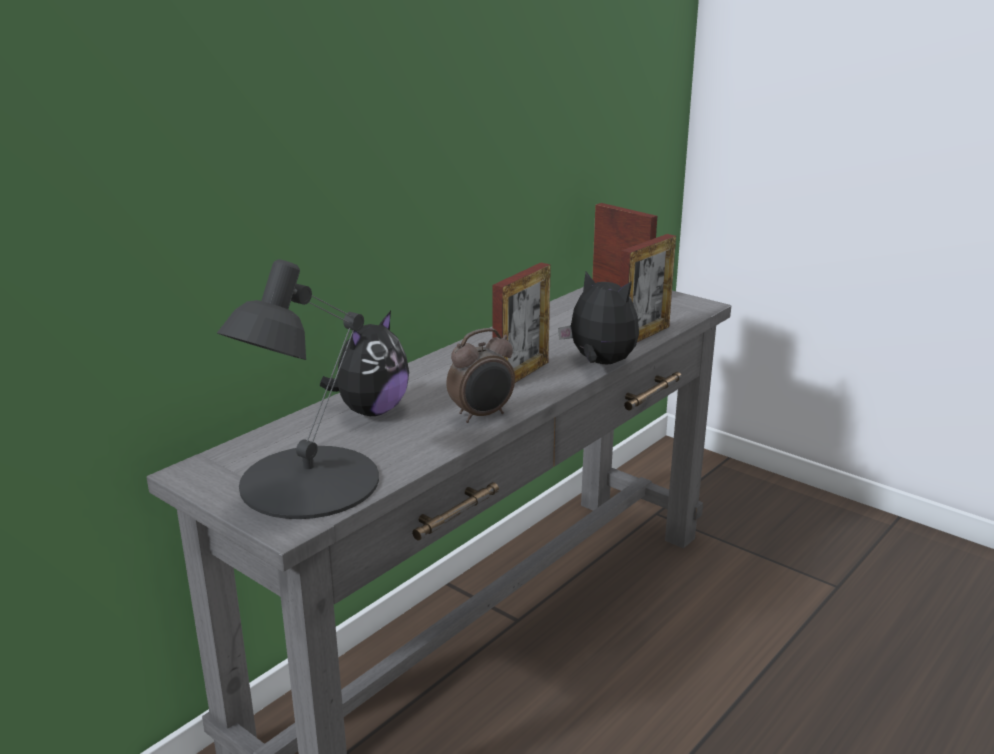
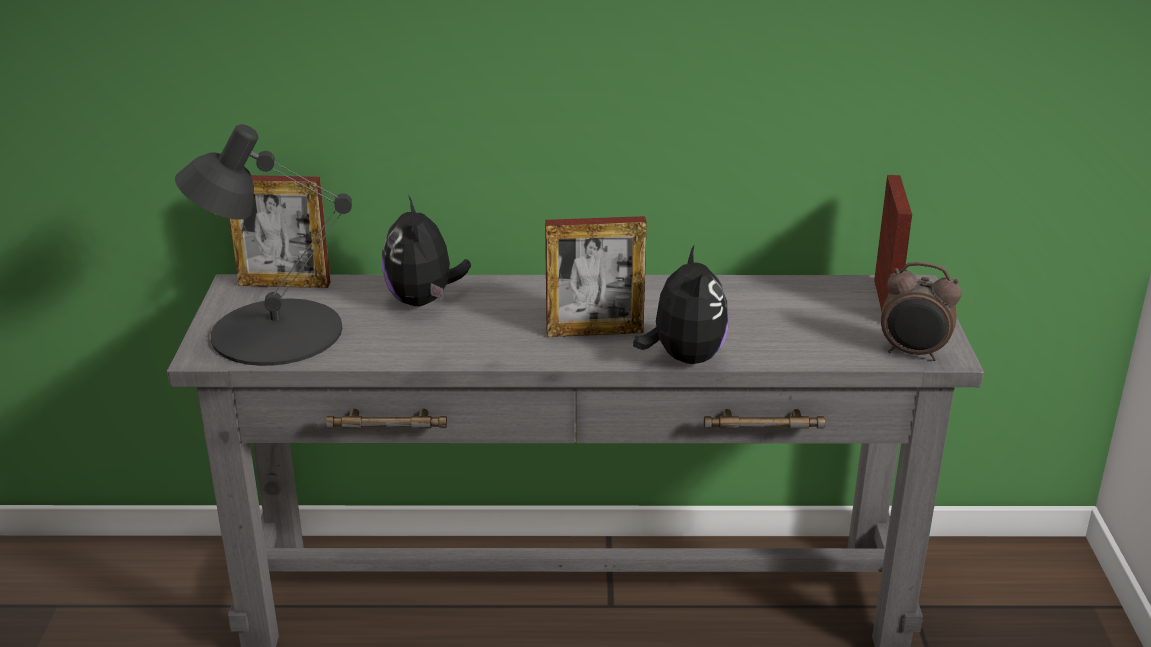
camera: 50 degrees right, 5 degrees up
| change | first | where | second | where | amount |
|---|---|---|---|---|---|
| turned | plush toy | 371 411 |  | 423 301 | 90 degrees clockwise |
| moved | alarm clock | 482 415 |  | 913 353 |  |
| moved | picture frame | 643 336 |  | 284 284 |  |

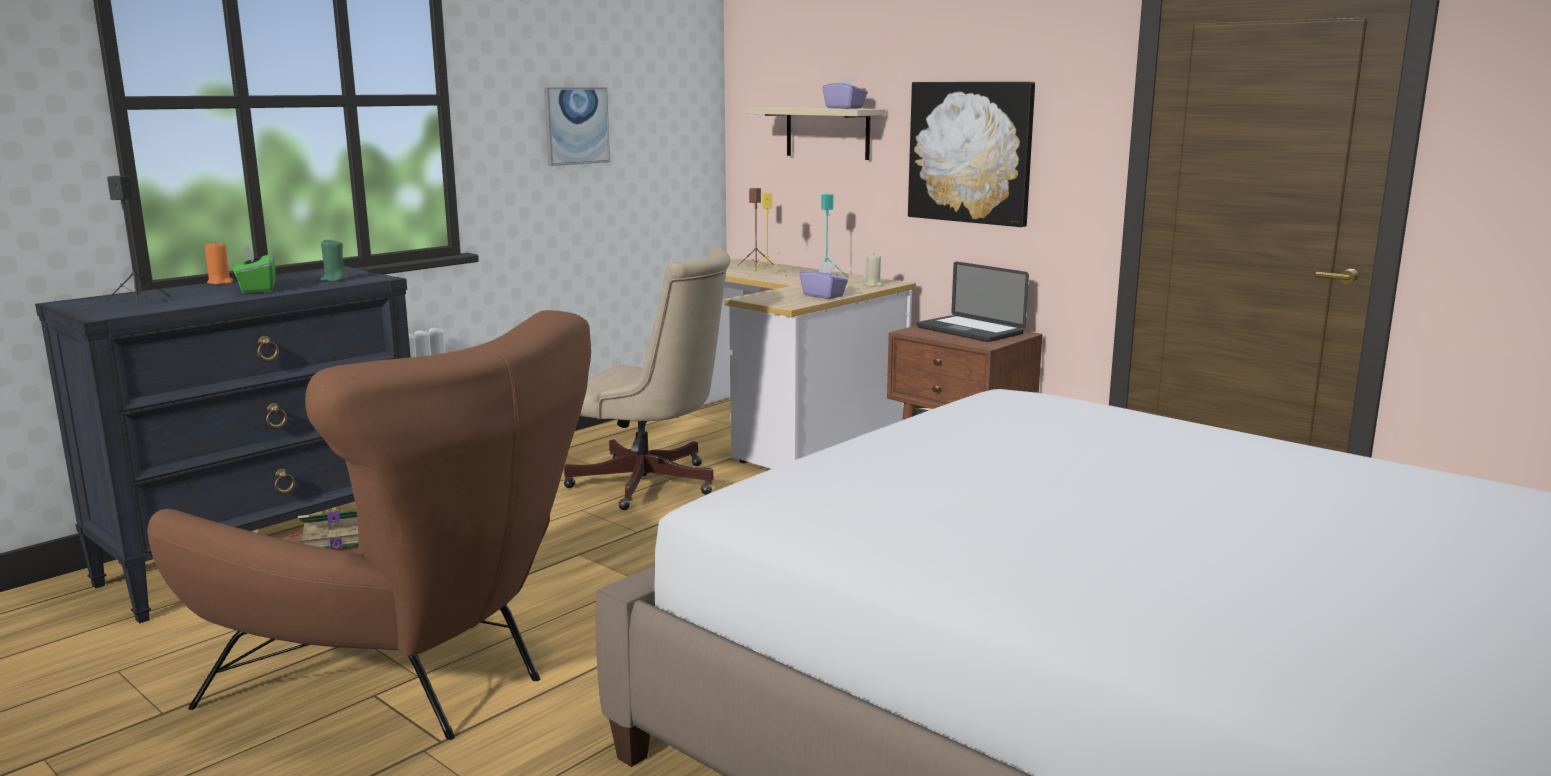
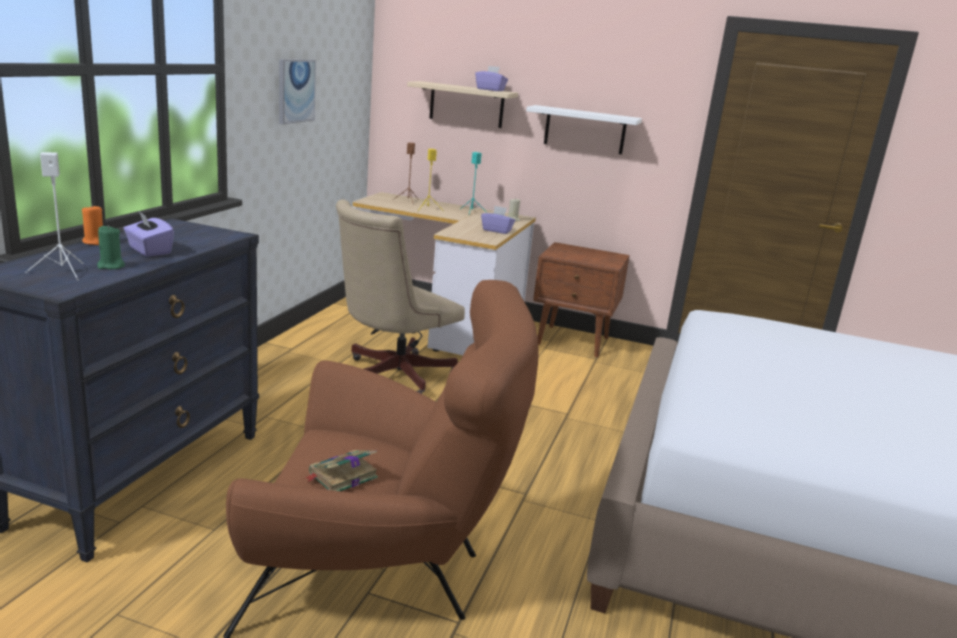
camera: 25 degrees left, 5 degrees up
| change | first | where | second | where | amount |
|---|---|---|---|---|---|
| recoloured | black speaker | 139 302 | white speaker | 62 271 |  |
| recoloured | green tissue box | 257 289 | purple tissue box | 149 251 |  |
| moved | green candle | 334 279 |  | 111 266 |  |
| turned | beige office chair | 652 485 |  | 391 376 | 135 degrees clockwise |
| replaced | picture | 970 152 | white shelf | 585 130 |  |
| removed | laptop | 969 330 |  |  |  |

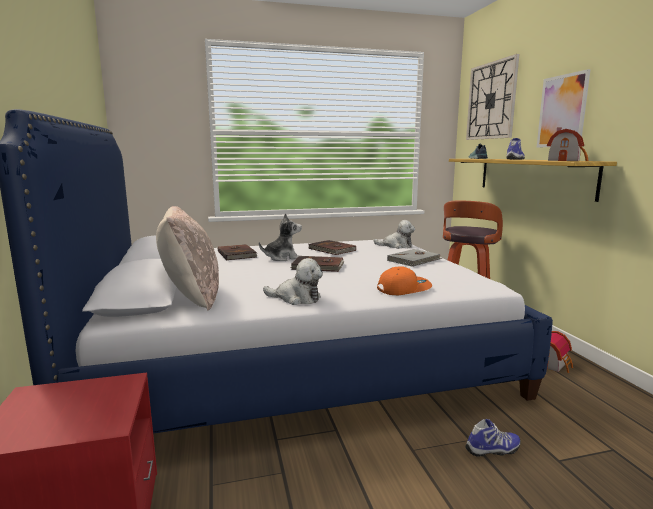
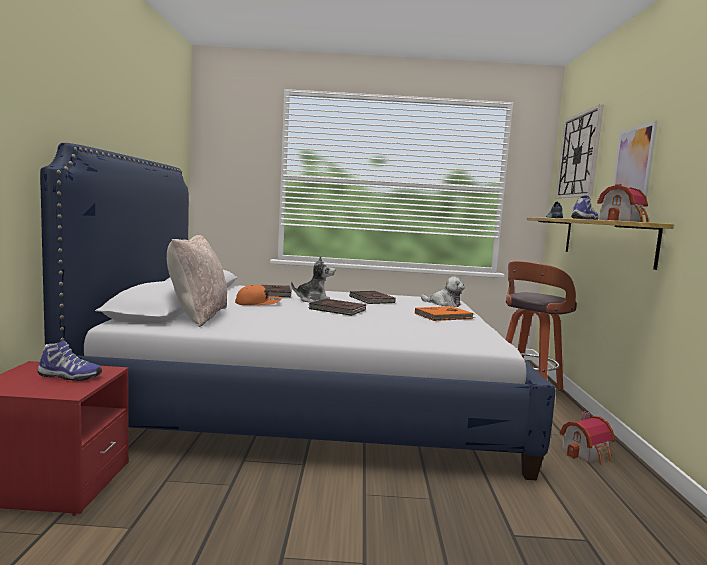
camera: 15 degrees right, 5 degrees down
| change | first | where | second | where | amount |
|---|---|---|---|---|---|
| removed | plush toy | 296 298 |  |  |  |
| moved | orange cap | 403 288 |  | 258 303 |  |
| recoloured | grey book | 414 260 | orange book | 444 316 |  |
| moved | shoe | 493 450 |  | 68 377 |  |

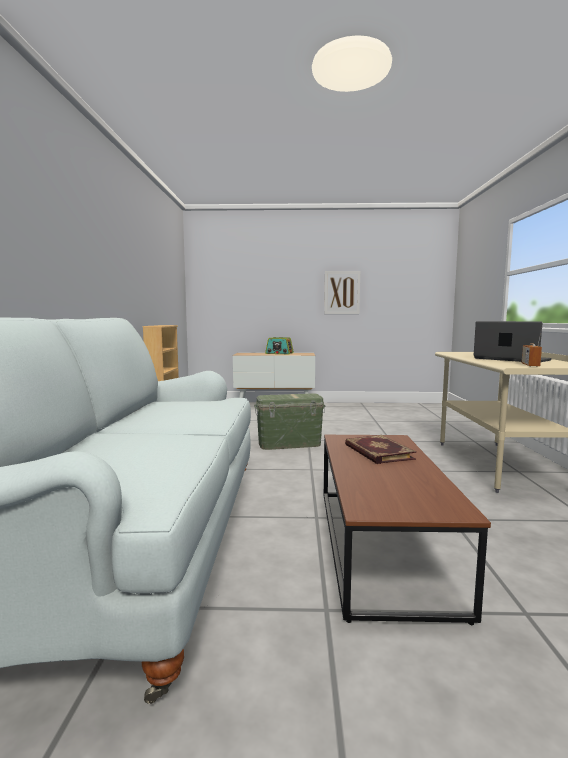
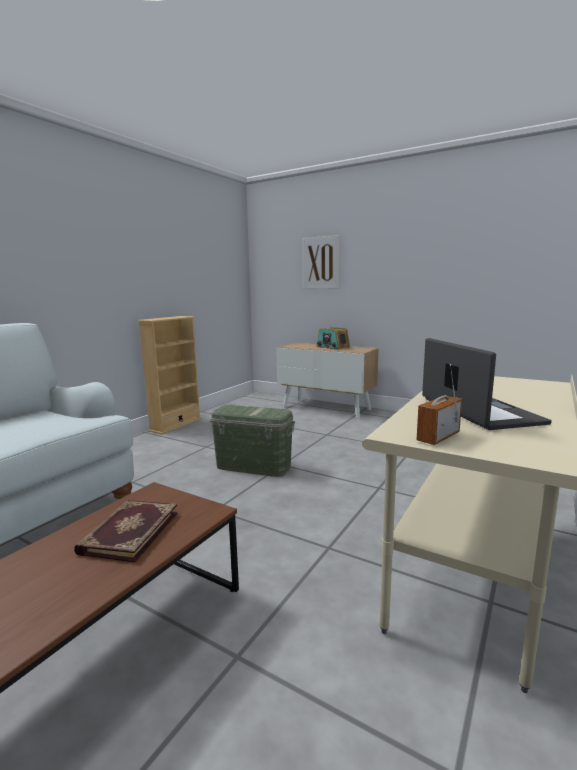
camera: 30 degrees right, 5 degrees up
| change | first | where | second | where | amount |
|---|---|---|---|---|---|
| moved | picture | 342 292 |  | 321 263 |  |

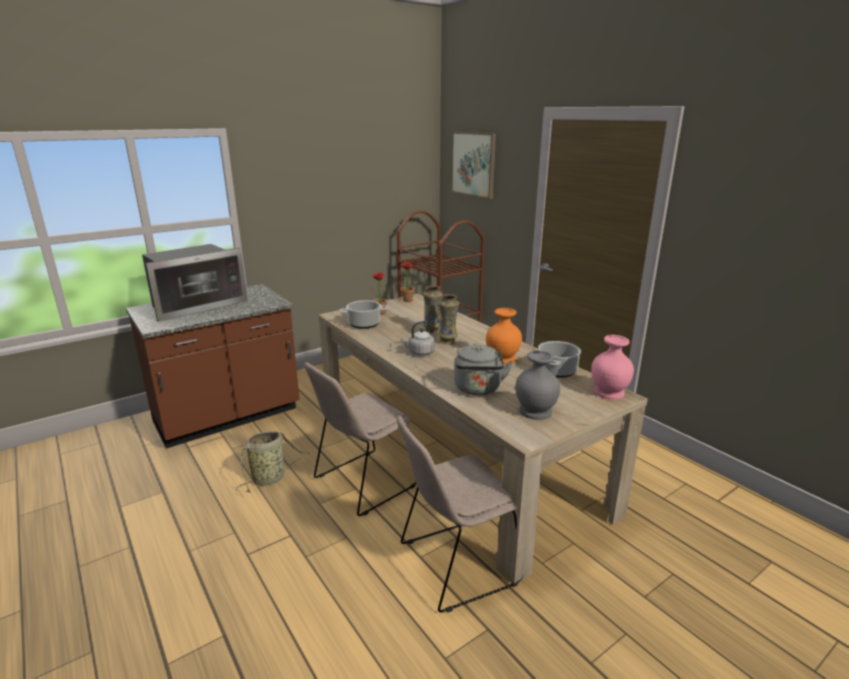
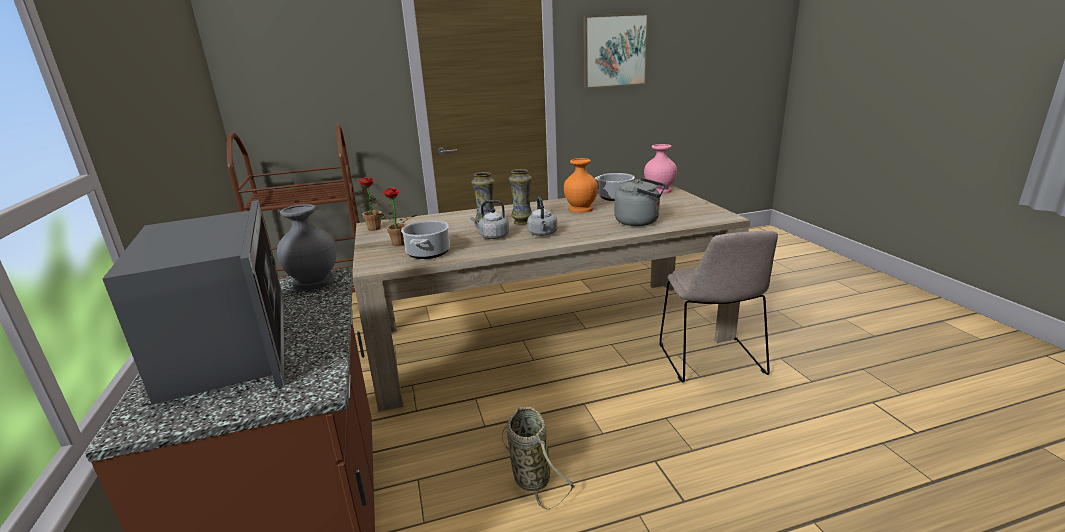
camera: 70 degrees left, 0 degrees up
| change | first | where | second | where | amount |
|---|---|---|---|---|---|
| removed | beige chair | 362 483 |  |  |  |
| moved | picture | 474 164 |  | 614 51 |  |
| moved | grey vase | 534 411 |  | 313 282 |  |
| added |  |  | grey kettle | 492 236 |  |

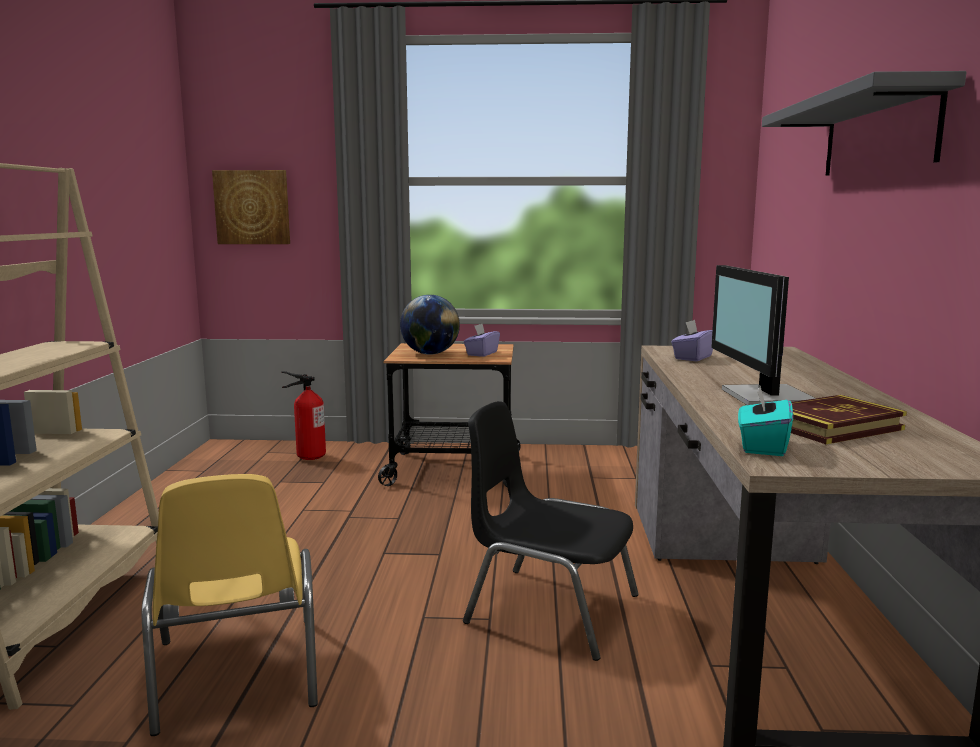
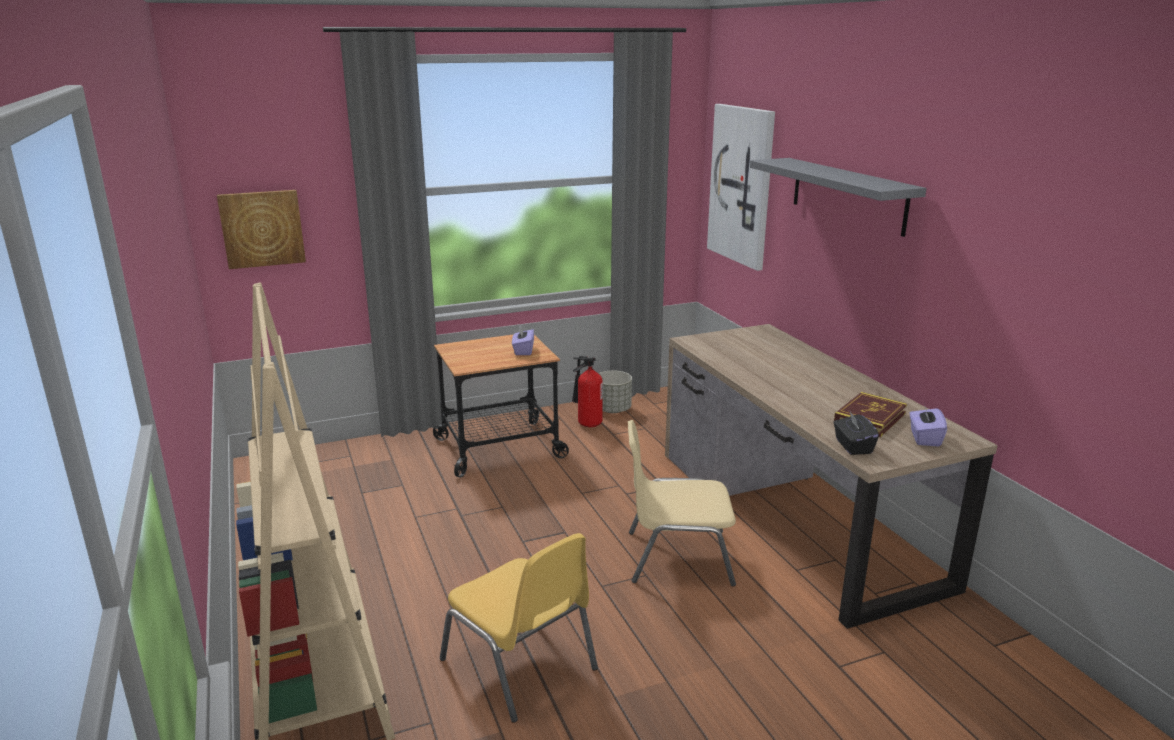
camera: 25 degrees left, 10 degrees up
| change | first | where | second | where | amount |
|---|---|---|---|---|---|
| moved | fire extinguisher | 309 457 |  | 586 424 |  |
| removed | globe | 430 354 |  |  |  |
| recoloured | black chair | 549 609 | beige chair | 677 557 |  |
| moved | purple tissue box | 692 357 |  | 924 438 |  |
| removed | monitor | 764 397 |  |  |  |
| recoloured | turquoise tissue box | 762 446 | black tissue box | 852 446 |  |
| added |  |  | grey planter | 612 409 |  |
| added |  |  | picture | 741 185 |  |

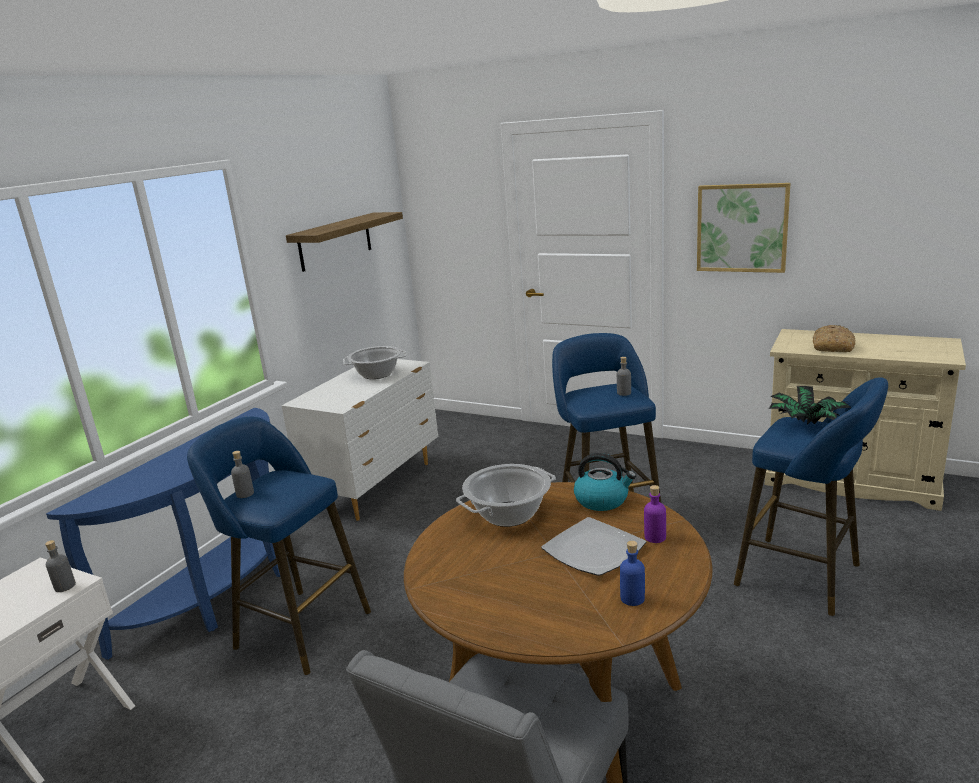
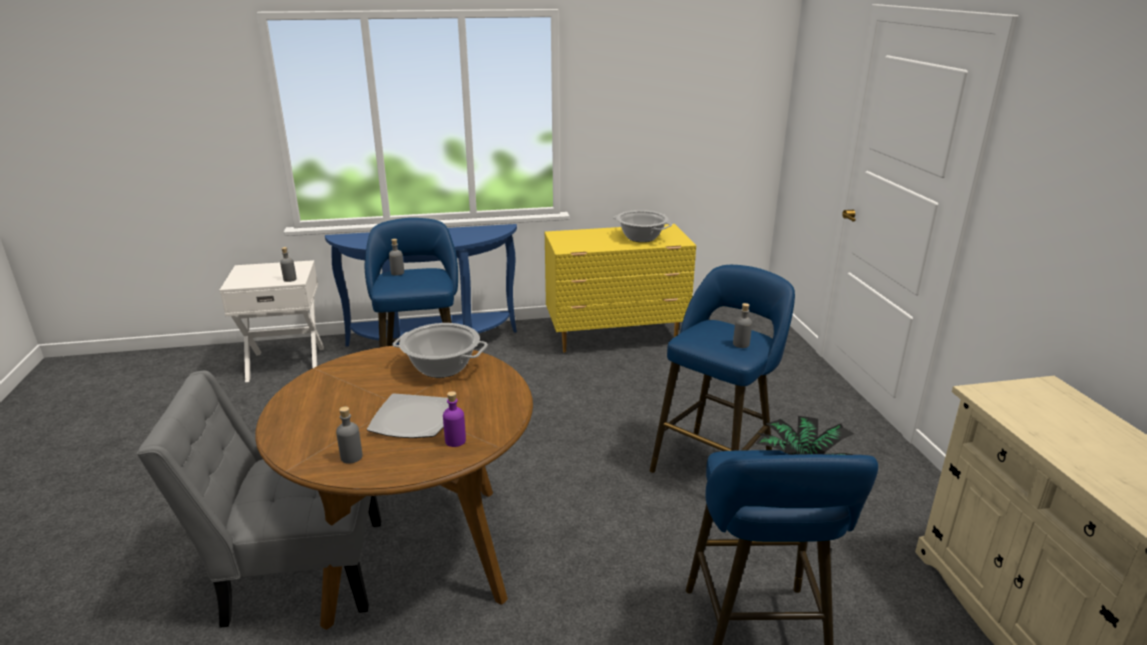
camera: 50 degrees right, 5 degrees up
| change | first | where | second | where | amount |
|---|---|---|---|---|---|
| recoloured | white dresser | 376 486 | yellow dresser | 616 337 |  |
| removed | shelf | 335 241 |  |  |  |
| removed | kettle | 602 500 |  |  |  |
| recoloured | blue bottle | 632 598 | grey bottle | 351 457 |  |
| removed | picture | 742 228 |  |  |  |
| removed | bread | 832 347 |  |  |  |

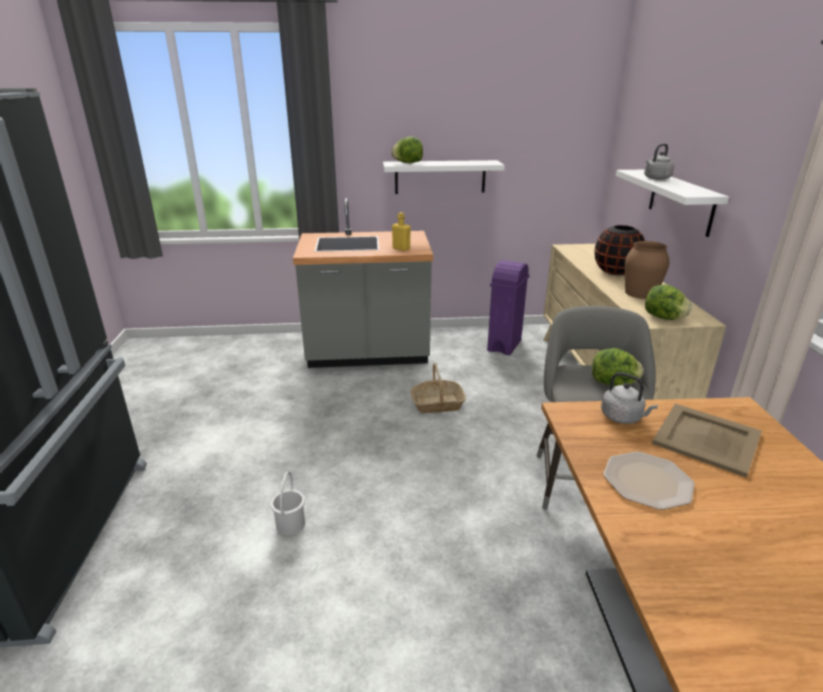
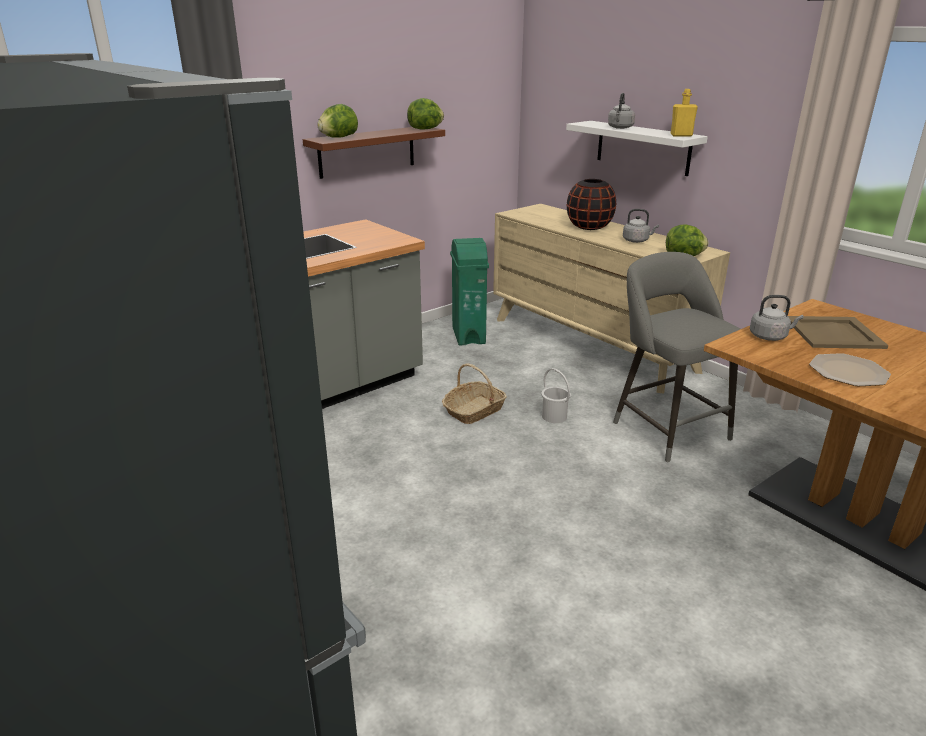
camera: 35 degrees left, 0 degrees up
| change | first | where | second | where | amount |
|---|---|---|---|---|---|
| moved | white bucket | 291 524 |  | 554 416 |  |
| recoloured | white shelf | 440 177 | brown shelf | 367 151 |  |
| moved | yellow bottle | 401 249 |  | 681 135 |  |
| recoloured | purple trash can | 504 345 | green trash can | 469 336 |  |
| moved | lettuce | 613 384 |  | 426 129 |  |
| replaced | brown vase | 641 293 | grey kettle | 637 241 |  |

